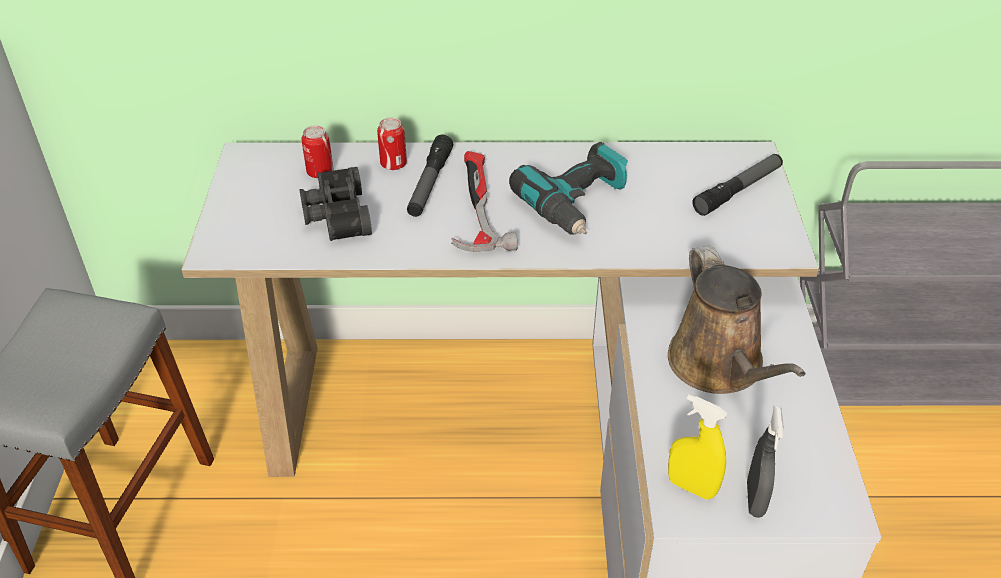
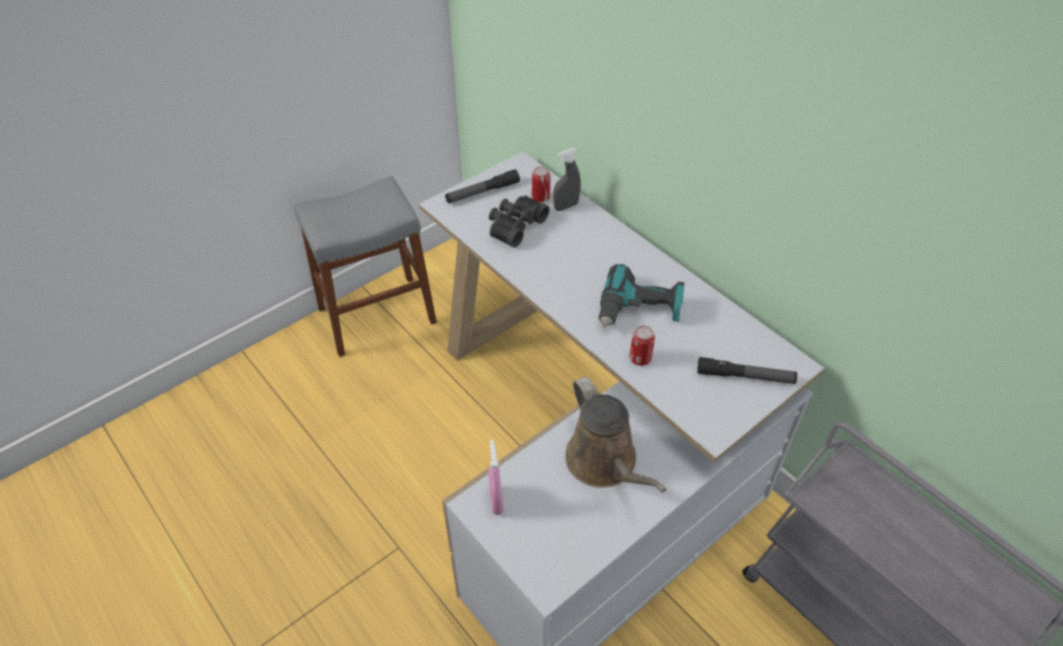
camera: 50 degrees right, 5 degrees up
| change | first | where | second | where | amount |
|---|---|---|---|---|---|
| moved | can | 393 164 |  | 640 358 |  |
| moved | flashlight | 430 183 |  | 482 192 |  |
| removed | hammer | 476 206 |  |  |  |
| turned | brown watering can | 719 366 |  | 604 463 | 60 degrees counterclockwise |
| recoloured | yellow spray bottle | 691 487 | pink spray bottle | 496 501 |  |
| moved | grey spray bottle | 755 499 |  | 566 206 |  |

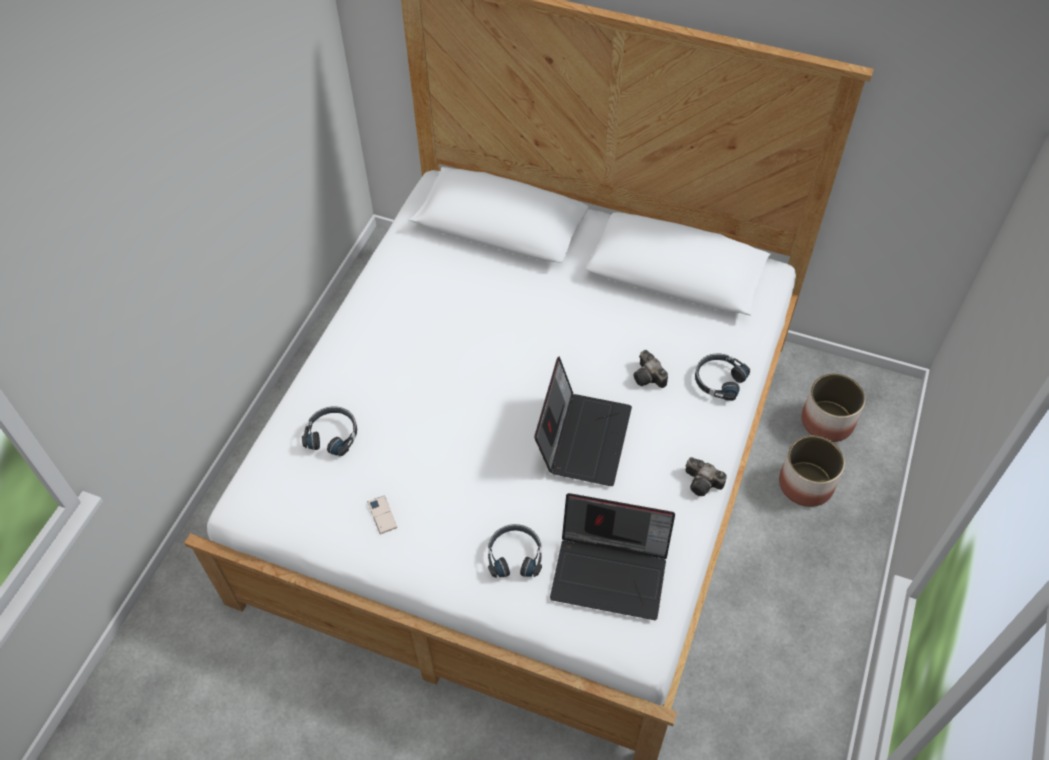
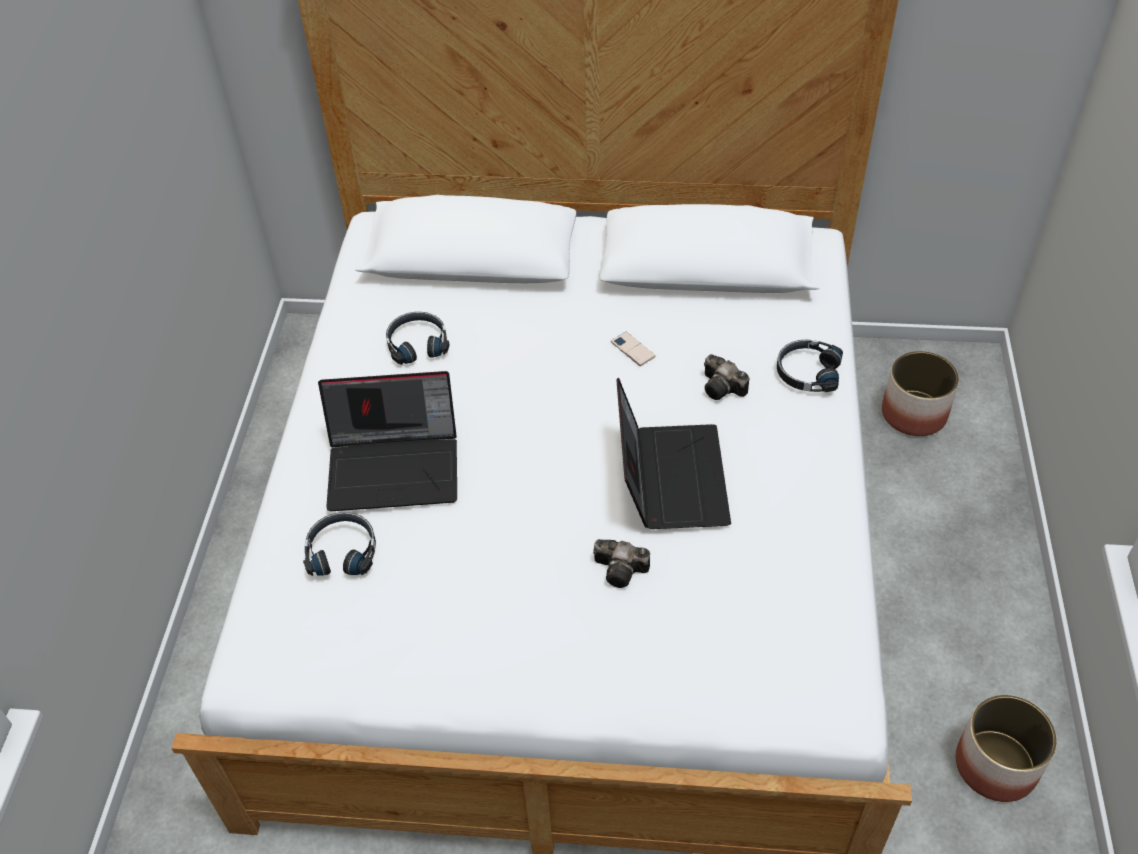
camera: 15 degrees left, 5 degrees down
| change | first | where | second | where | amount |
|---|---|---|---|---|---|
| moved | phone | 382 515 |  | 633 349 |  |
| moved | black headphones | 515 555 |  | 417 343 |  |
| moved | laptop | 611 571 |  | 396 466 |  |
| moved | photo camera | 704 483 |  | 622 570 |  |
| moved | planter | 806 484 |  | 996 765 |  |

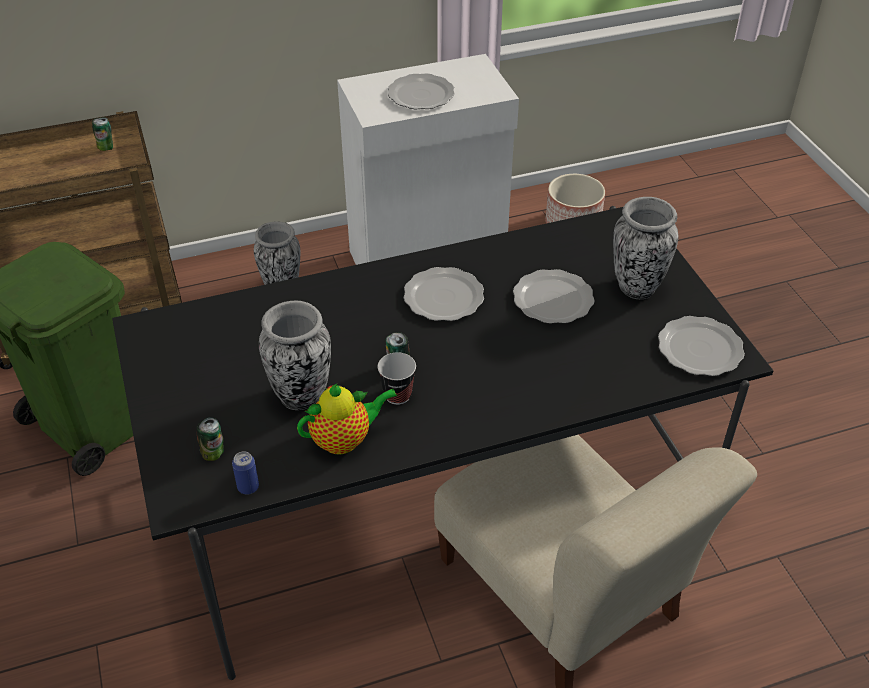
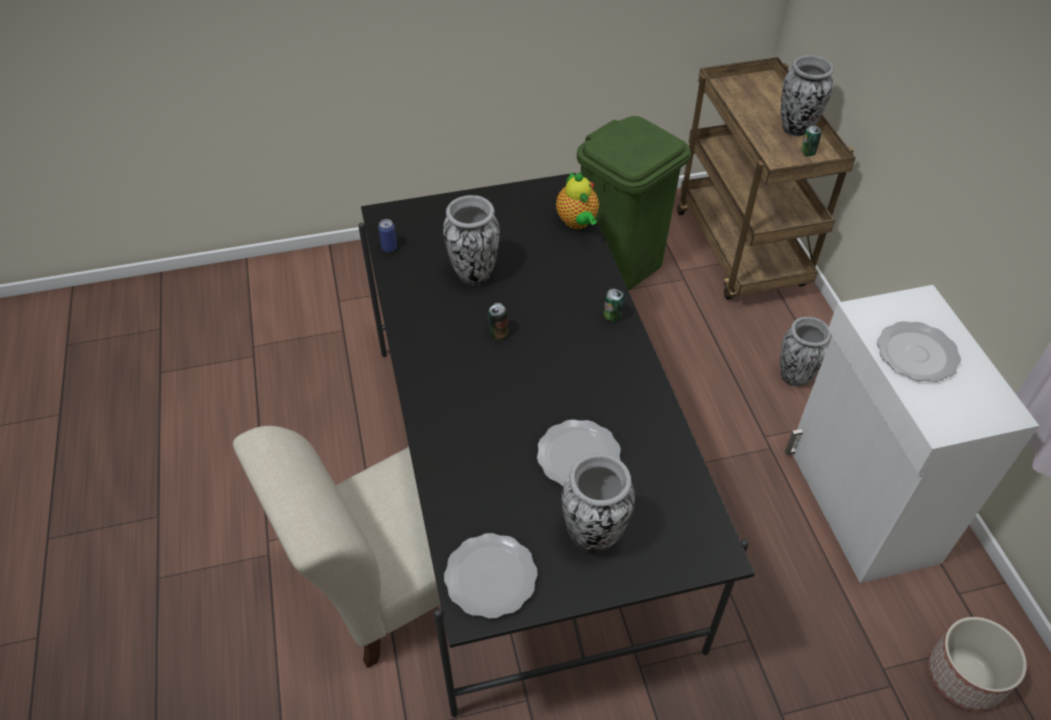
camera: 95 degrees right, 5 degrees up
| change | first | where | second | where | amount |
|---|---|---|---|---|---|
| moved | can | 214 453 |  | 612 317 |  |
| moved | teapot | 345 439 |  | 577 222 |  |
| removed | cup | 397 395 |  |  |  |
| removed | plate | 444 296 |  |  |  |
| added |  |  | vase | 796 129 |  |

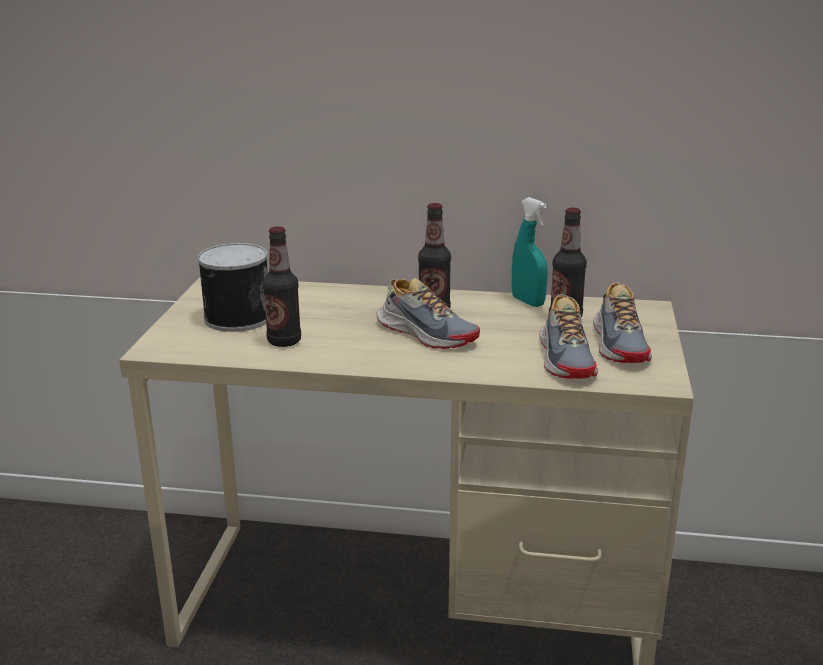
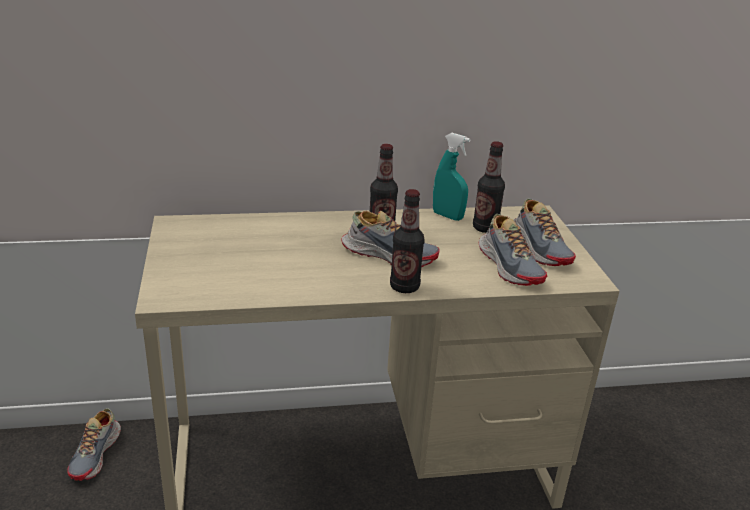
camera: 20 degrees left, 5 degrees up
| change | first | where | second | where | amount |
|---|---|---|---|---|---|
| removed | can | 236 317 |  |  |  |
| moved | bottle | 284 341 |  | 404 287 |  |
| added |  |  | shoe | 96 454 |  |

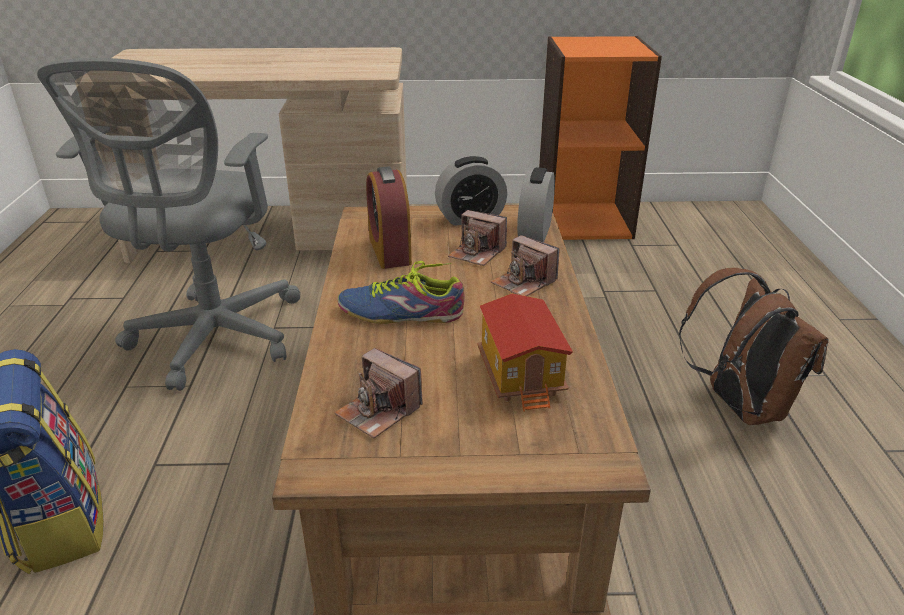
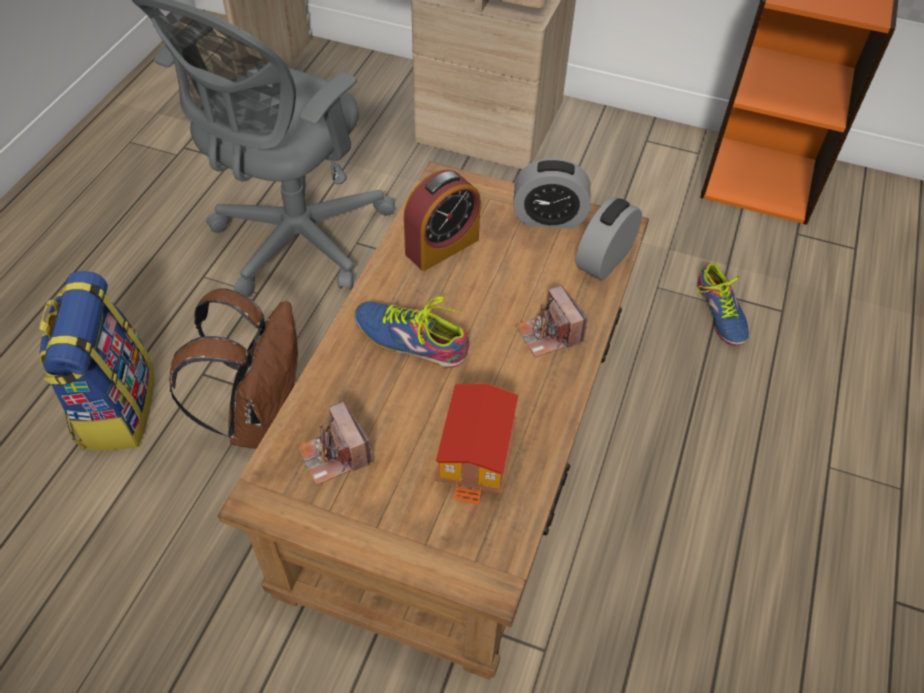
camera: 20 degrees right, 20 degrees up
| change | first | where | second | where | amount |
|---|---|---|---|---|---|
| turned | alarm clock | 389 251 |  | 442 246 | 135 degrees counterclockwise |
| removed | photo camera | 477 253 |  |  |  |
| moved | brown backpack | 738 406 |  | 260 417 |  |
| added |  |  | shoe | 720 313 |  |

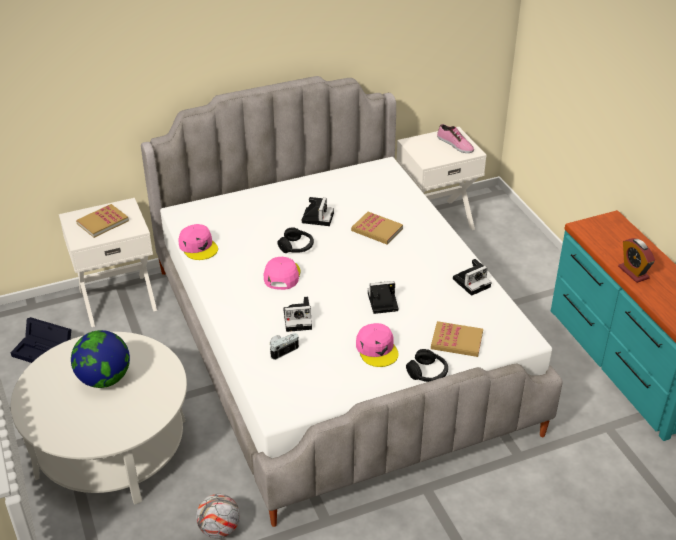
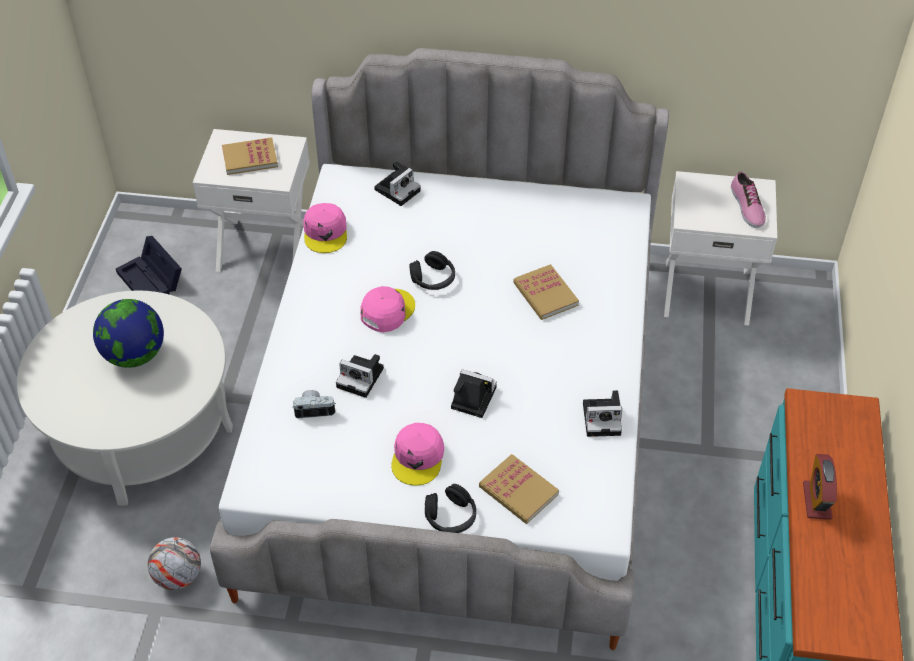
camera: 30 degrees right, 10 degrees up
| change | first | where | second | where | amount |
|---|---|---|---|---|---|
| moved | photo camera | 317 217 |  | 398 189 |  |

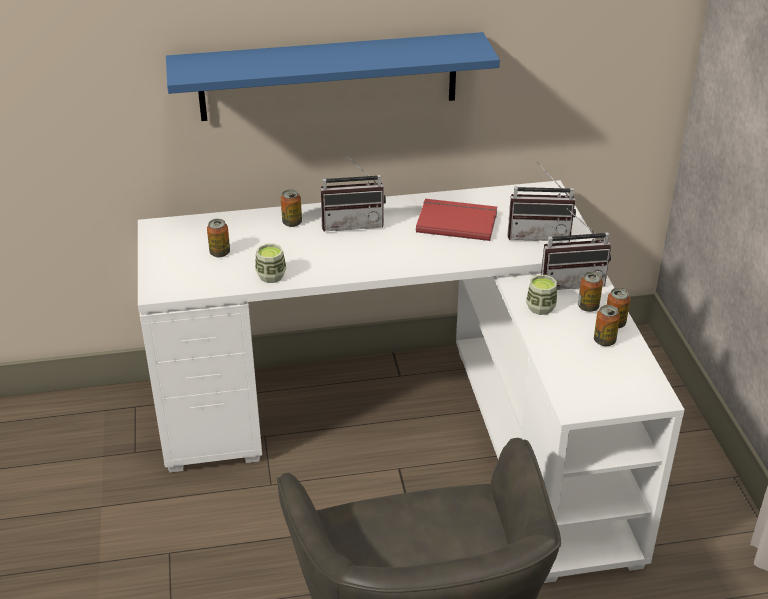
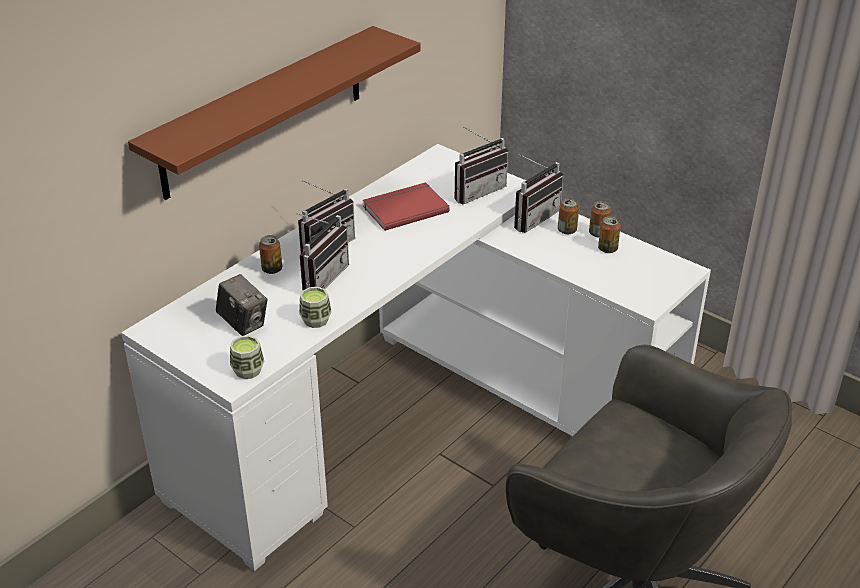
camera: 40 degrees left, 0 degrees up
| change | first | where | second | where | amount |
|---|---|---|---|---|---|
| recoloured | blue shelf | 328 77 | brown shelf | 264 112 |  |
| replaced | can | 220 253 | photo camera | 243 323 |  |
| moved | cup | 540 307 |  | 248 370 |  |
| added |  |  | radio | 320 278 |  |

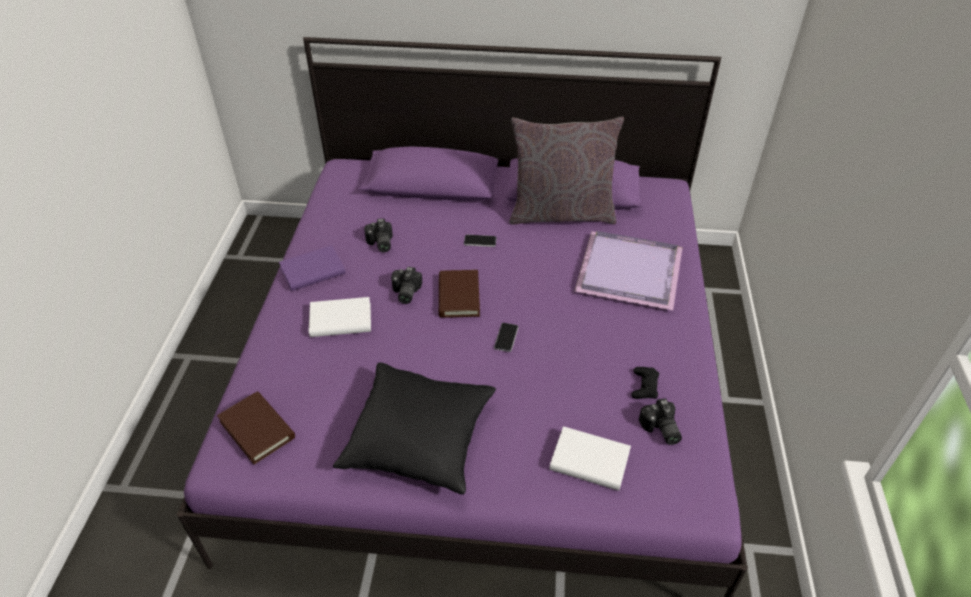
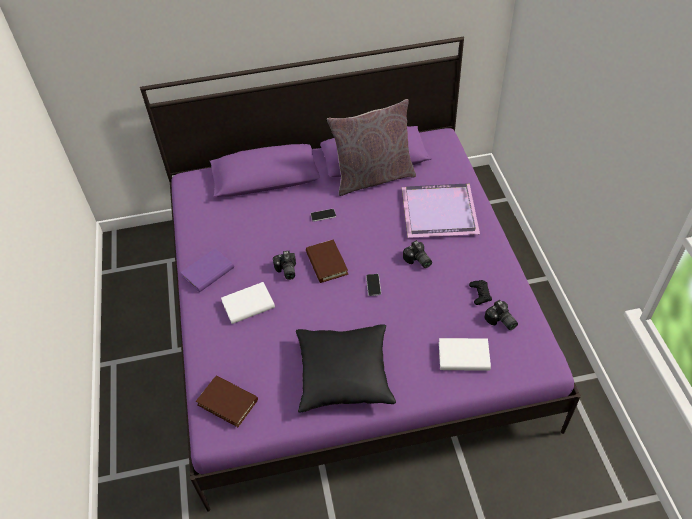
camera: 15 degrees left, 5 degrees up
| change | first | where | second | where | amount |
|---|---|---|---|---|---|
| moved | photo camera | 380 243 |  | 417 261 |  |

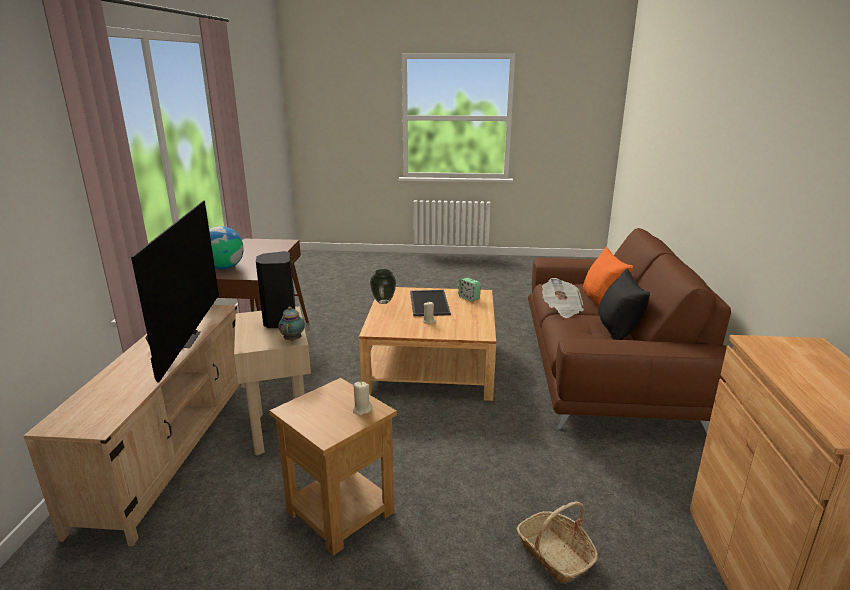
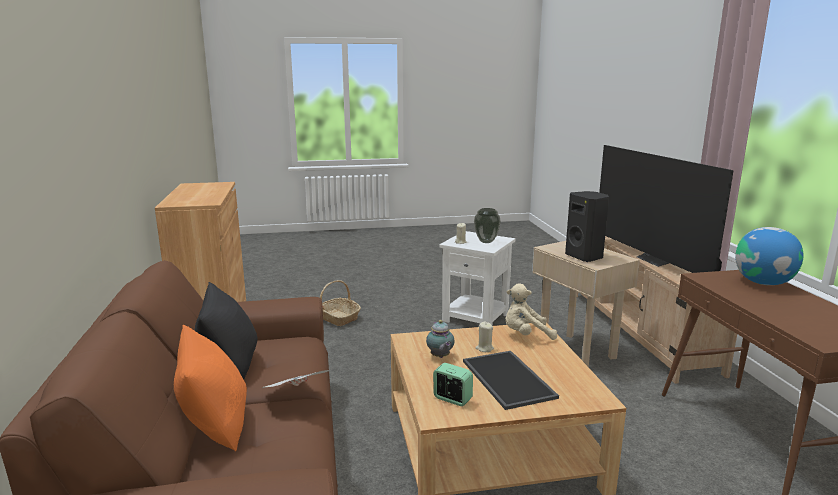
camera: 165 degrees right, 5 degrees down
| change | first | where | second | where | amount |
|---|---|---|---|---|---|
| recoloured | brown side table | 339 512 | white side table | 476 317 |  |
| moved | teapot | 293 339 |  | 440 357 |  |
| moved | vase | 383 302 |  | 486 241 |  |
| added |  |  | beige plush toy | 526 335 |  |

